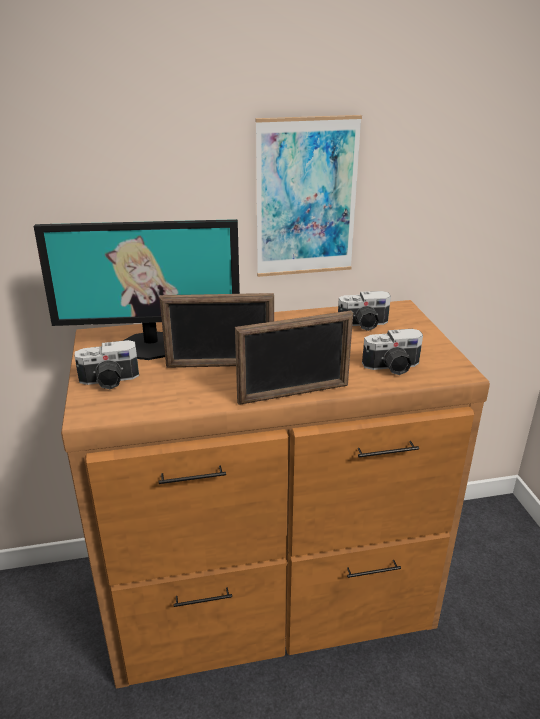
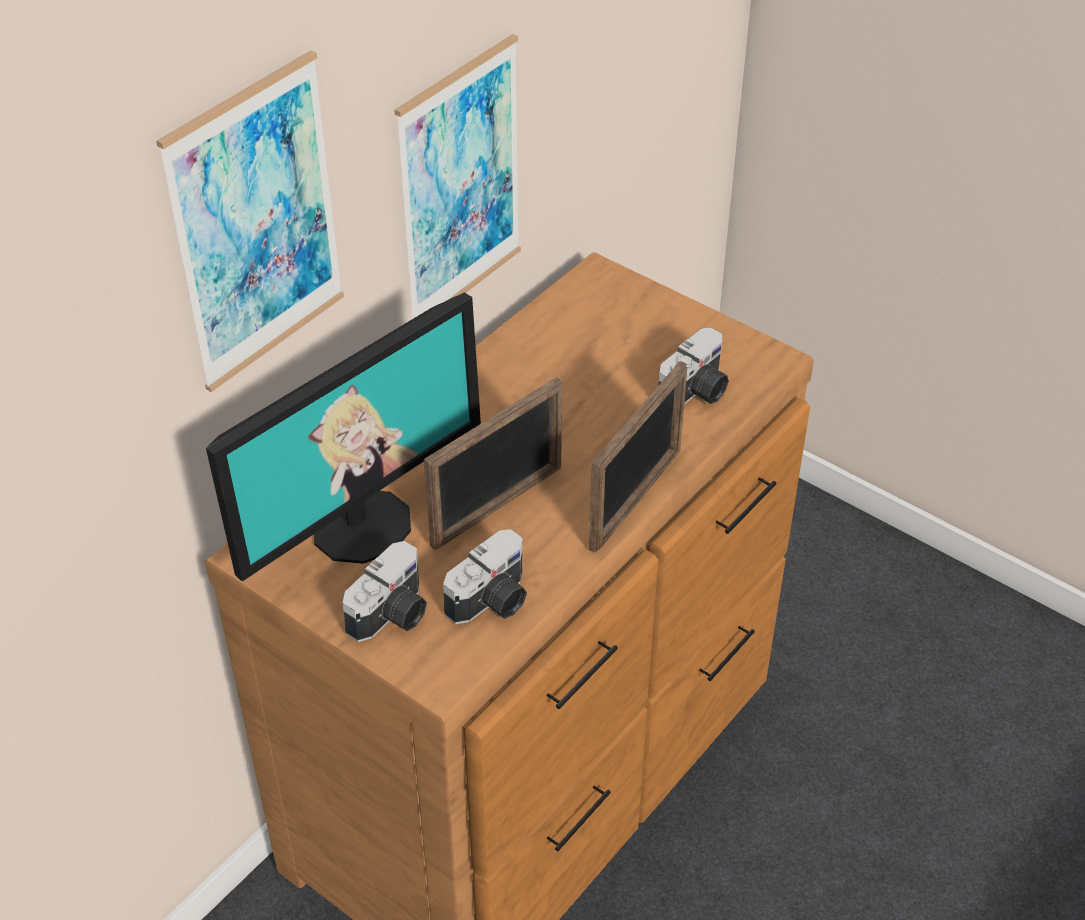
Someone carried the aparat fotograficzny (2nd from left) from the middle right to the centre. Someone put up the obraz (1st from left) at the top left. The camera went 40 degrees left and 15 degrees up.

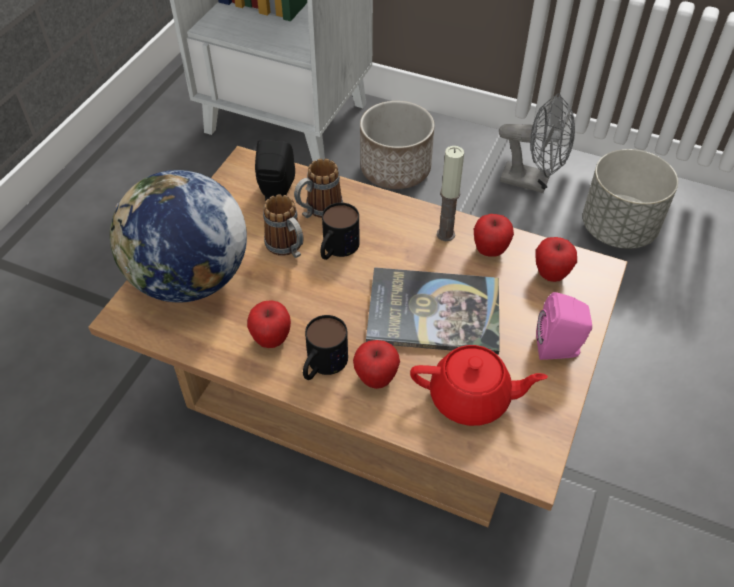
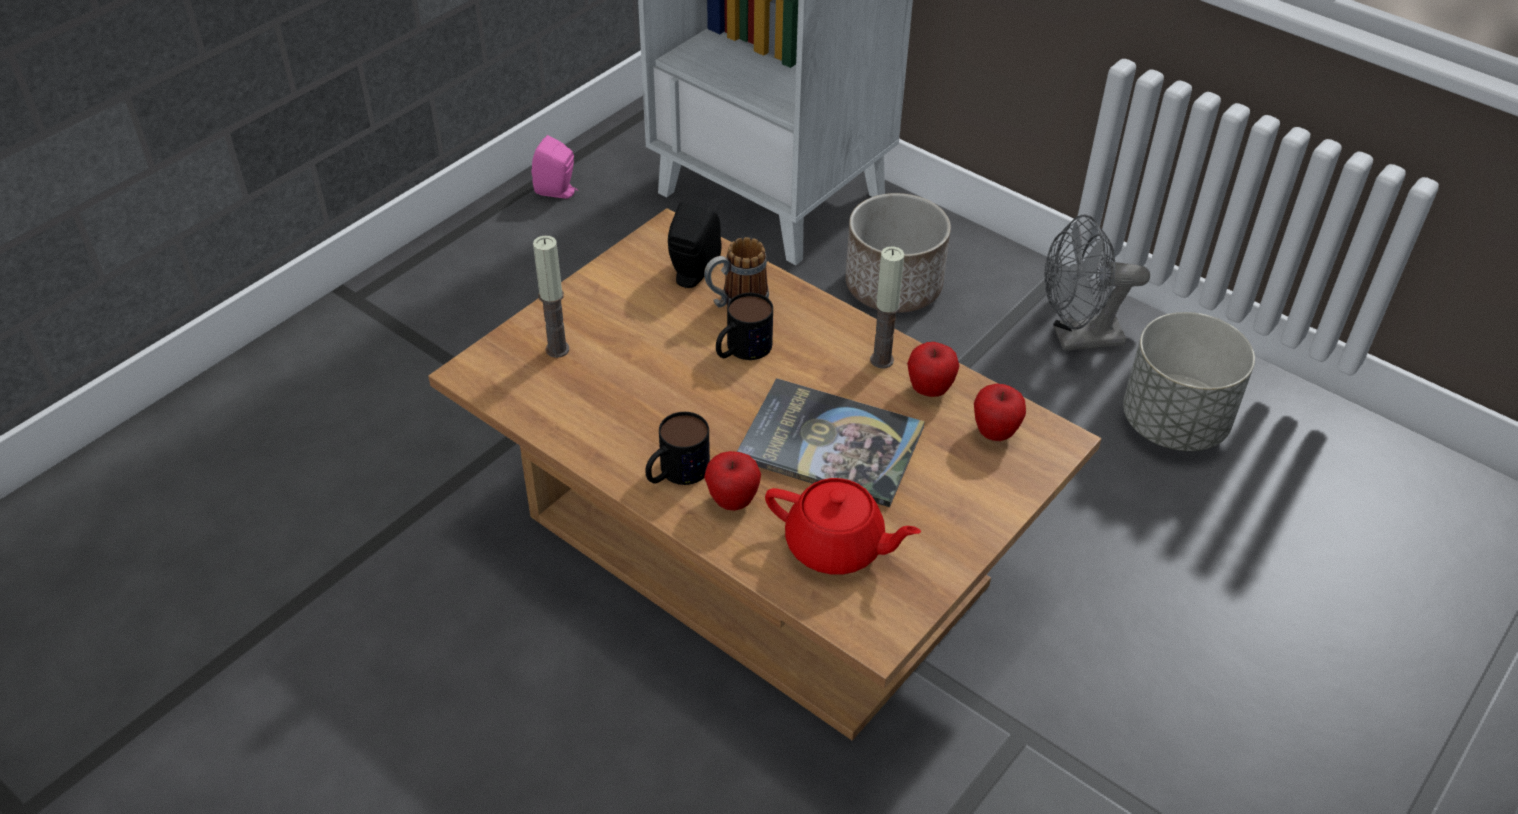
Someone rotated the wentylator (szary) at the top right by 135 degrees clockwise. Someone swapped the globus at the middle left for the świeca (1st from left) at the centre. Someone took away the kubek (1st from left) at the centre. Someone carried the głośnik (różowy) from the middle right to the top centre. Someone took away the jabłko (1st from left) at the centre. The camera went 15 degrees right and 5 degrees down.

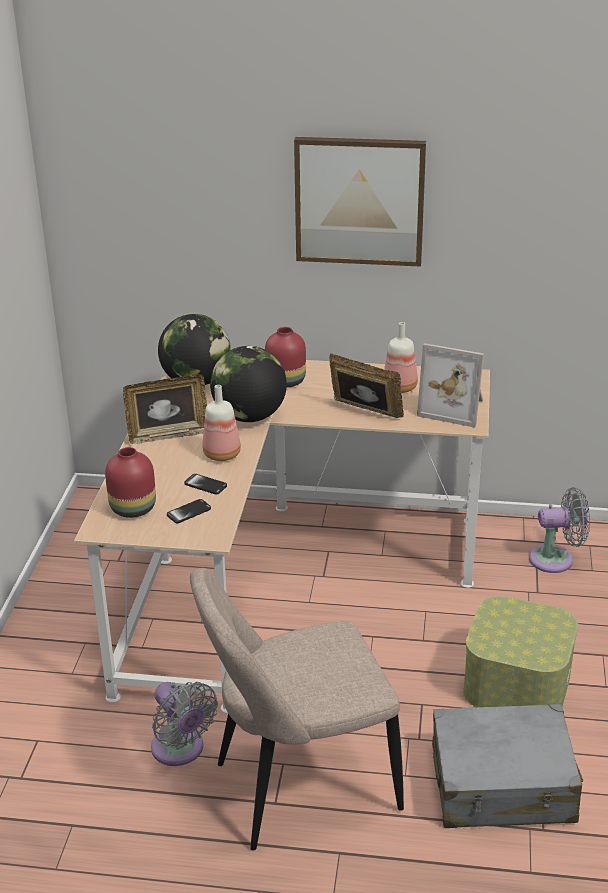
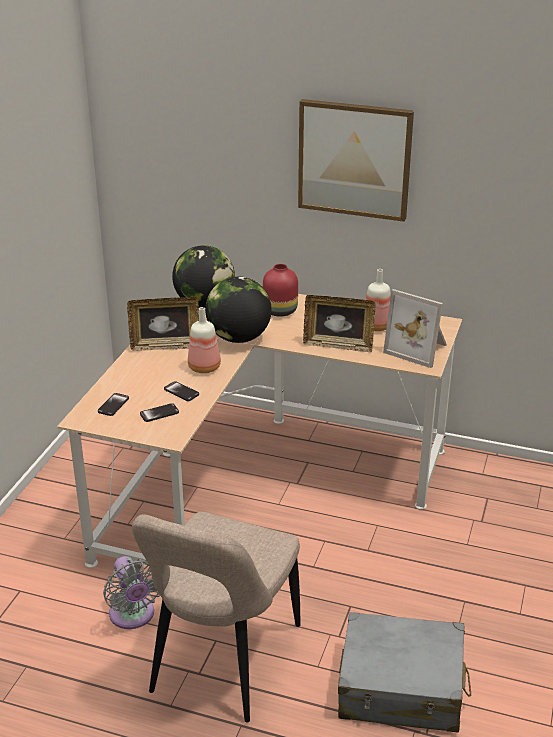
Someone rotated the ramka na zdjęcie (2nd from left) at the centre by 150 degrees clockwise. Someone swapped the wazon (czerwony) (1st from left) at the middle left for the telefon (1st from left) at the middle left. Someone took away the wentylator (szary) (2nd from left) at the middle right. Someone rotated the krzesło (beżowy) at the bottom centre by 60 degrees counterclockwise. Someone took away the pojemnik do przechowywania at the bottom right. The camera went 10 degrees right and 0 degrees up.

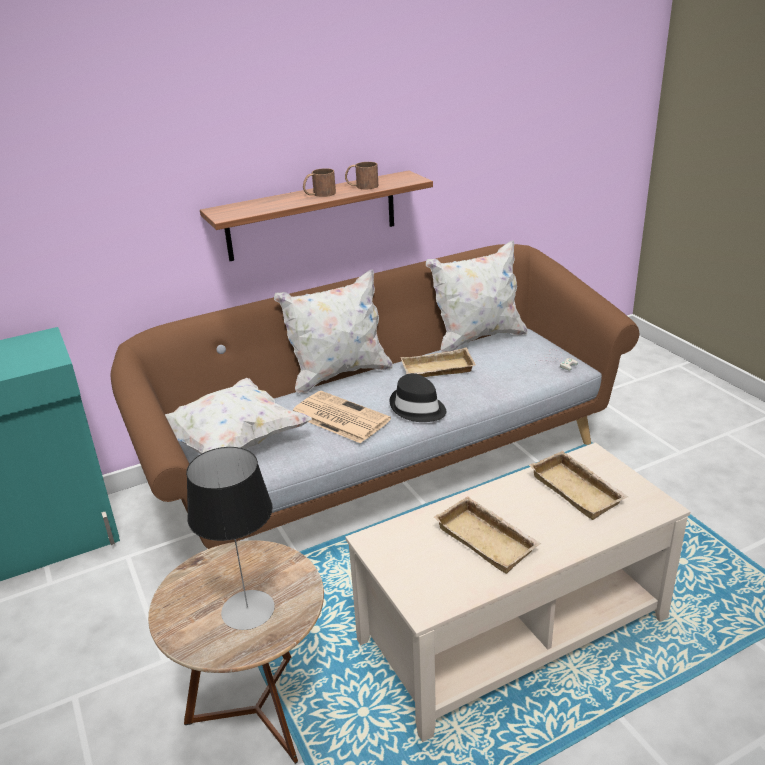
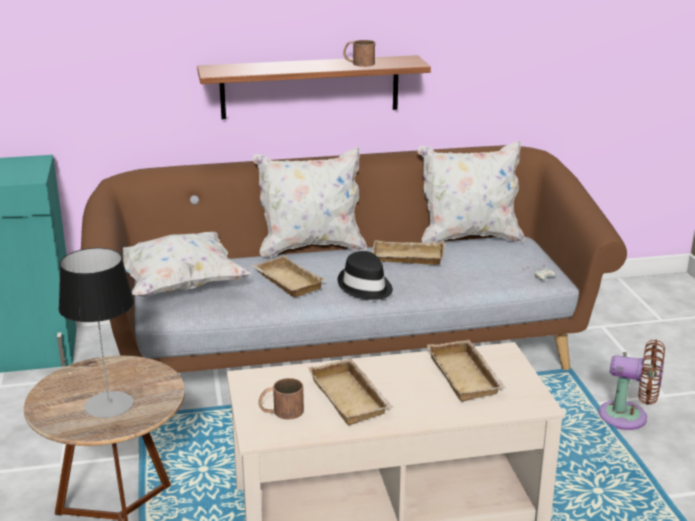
Someone carried the kubek (brązowy) (1st from left) from the top centre to the bottom centre. Someone swapped the gazeta at the centre for the taca (beżowy) (1st from left) at the centre. Someone put down the wentylator (brązowy) at the bottom right. The camera went 15 degrees right and 5 degrees down.

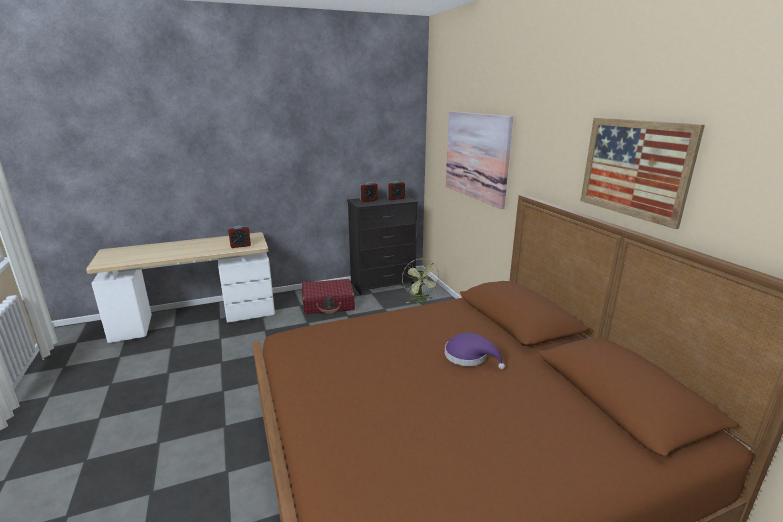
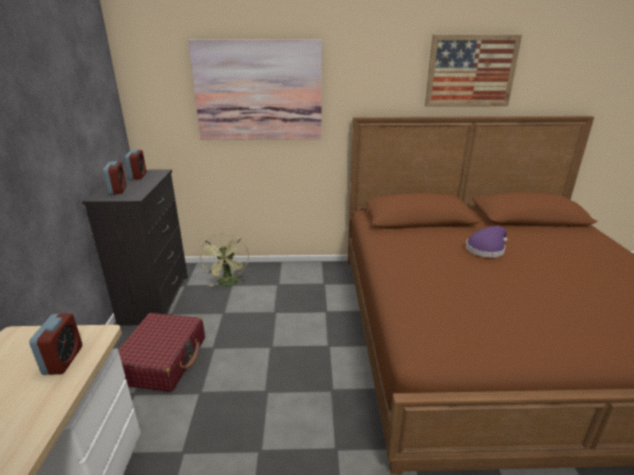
Someone rotated the wentylator (zielony) at the centre by 75 degrees clockwise. The camera went 70 degrees left and 5 degrees up.

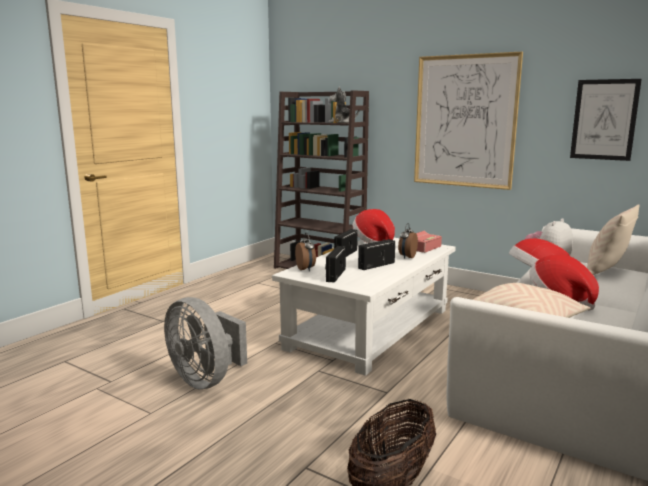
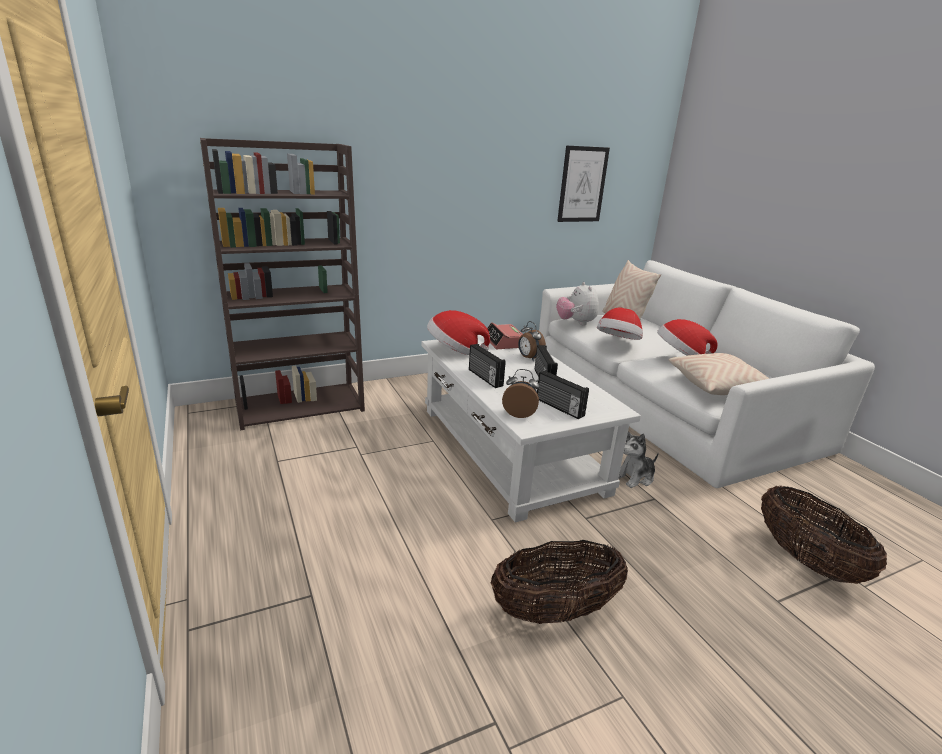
Someone took away the obraz (1st from left) at the top right. Someone carried the pluszak (1st from left in the first image) from the top centre to the middle right. Someone swapped the wentylator (szary) at the bottom left for the koszyk (1st from left) at the bottom centre. The camera went 60 degrees left and 10 degrees up.

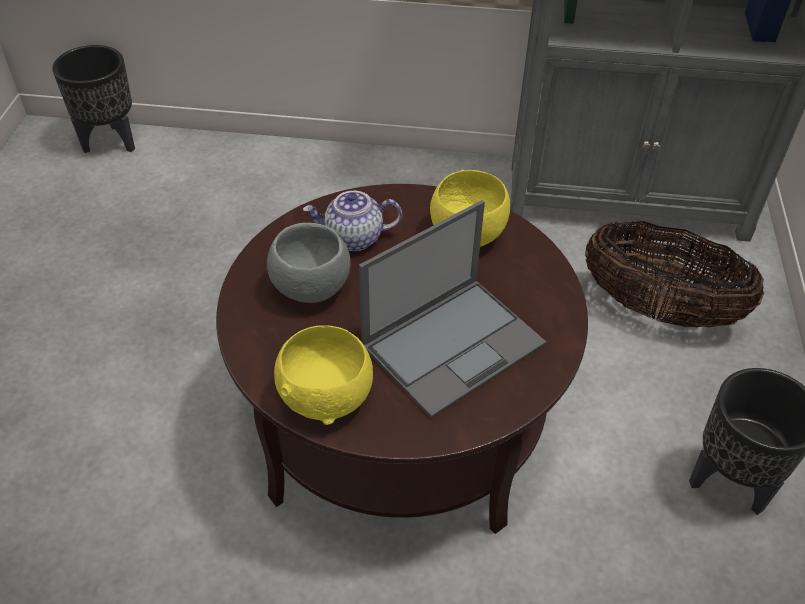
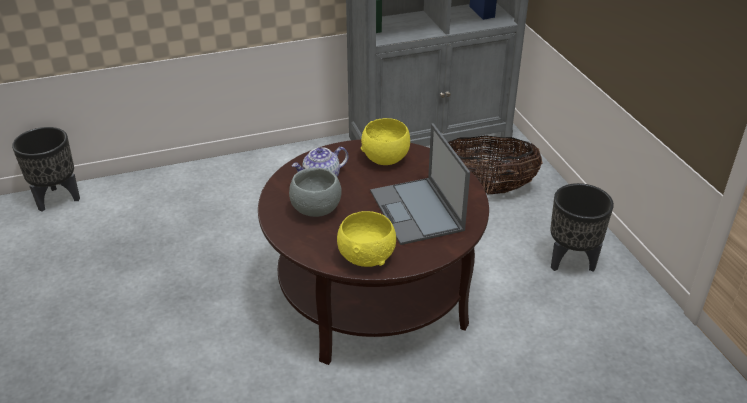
Someone rotated the laptop at the centre by 135 degrees clockwise. The camera went 25 degrees left and 10 degrees down.

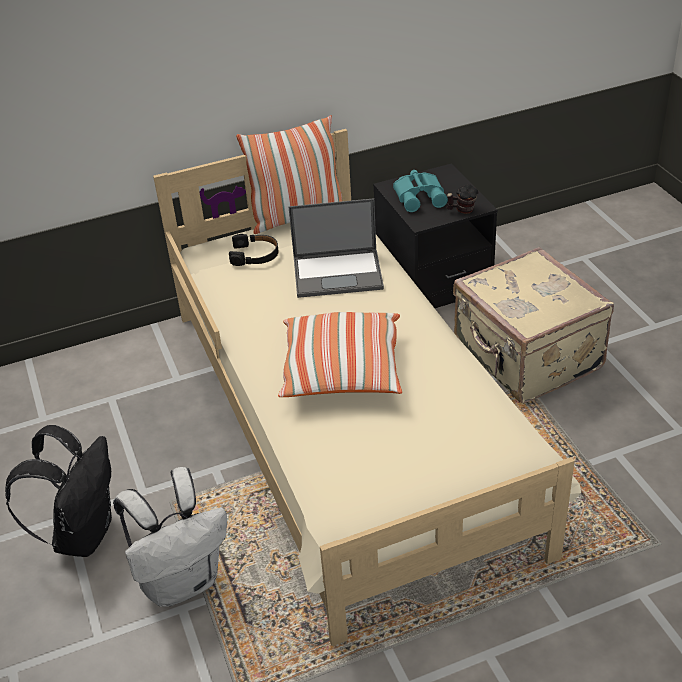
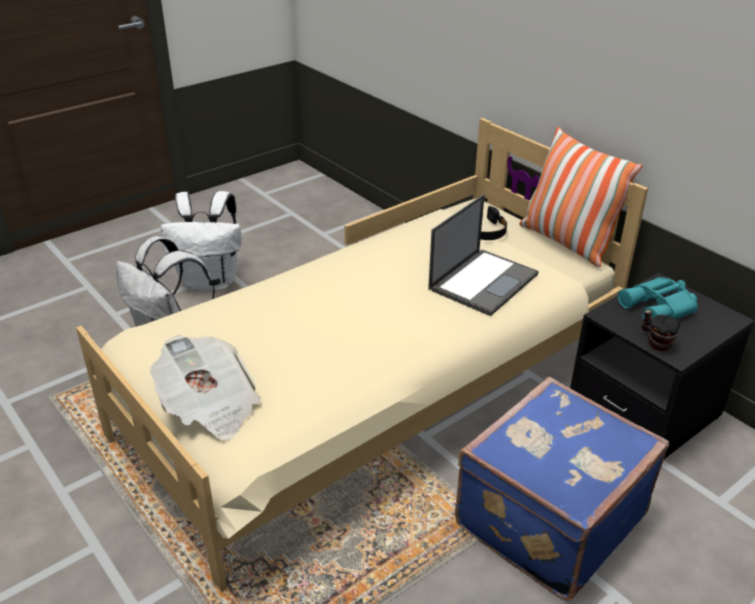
Someone rotated the laptop at the centre by 120 degrees counterclockwise. Someone repainted the walizka (beżowy) at the middle right, which became the walizka (niebieski) at the bottom right. Someone took away the poduszka (2nd from left) at the centre. Someone repainted the plecak (czarny) at the bottom left, which became the plecak (biały) (2nd from left) at the middle left. Someone put down the gazeta at the middle left. The camera went 70 degrees right and 5 degrees down.

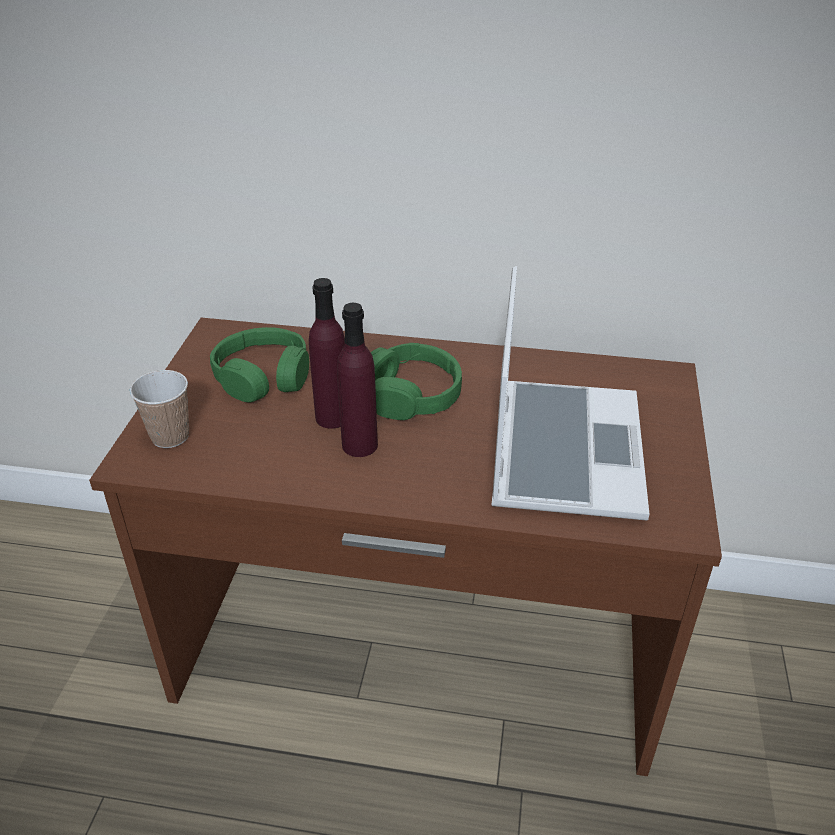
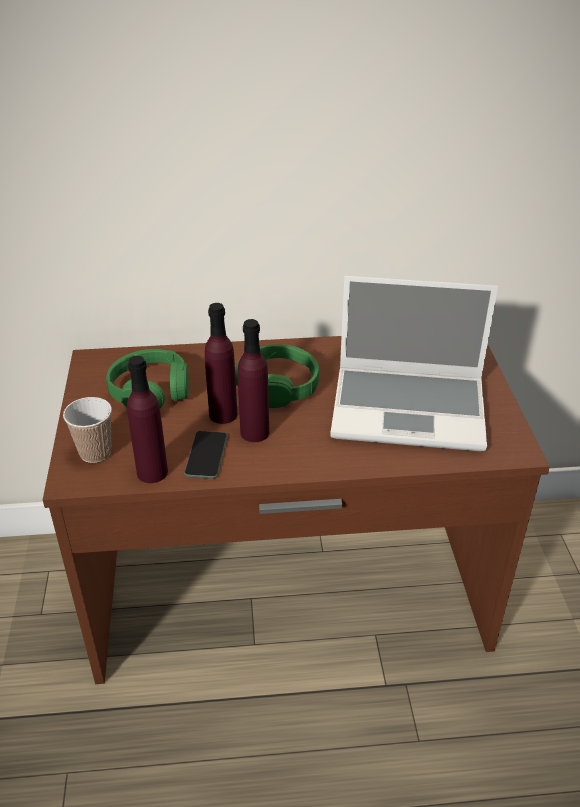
Someone rotated the laptop at the middle right by 105 degrees clockwise. Someone put down the butelka (fioletowy) (1st from left) at the middle left. Someone put down the telefon at the centre. The camera went 15 degrees left and 0 degrees up.

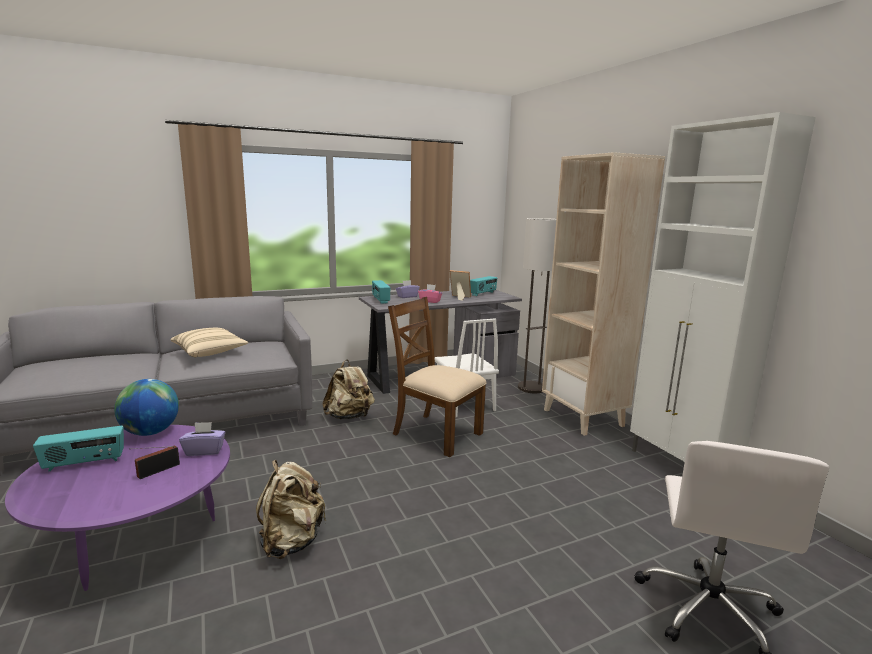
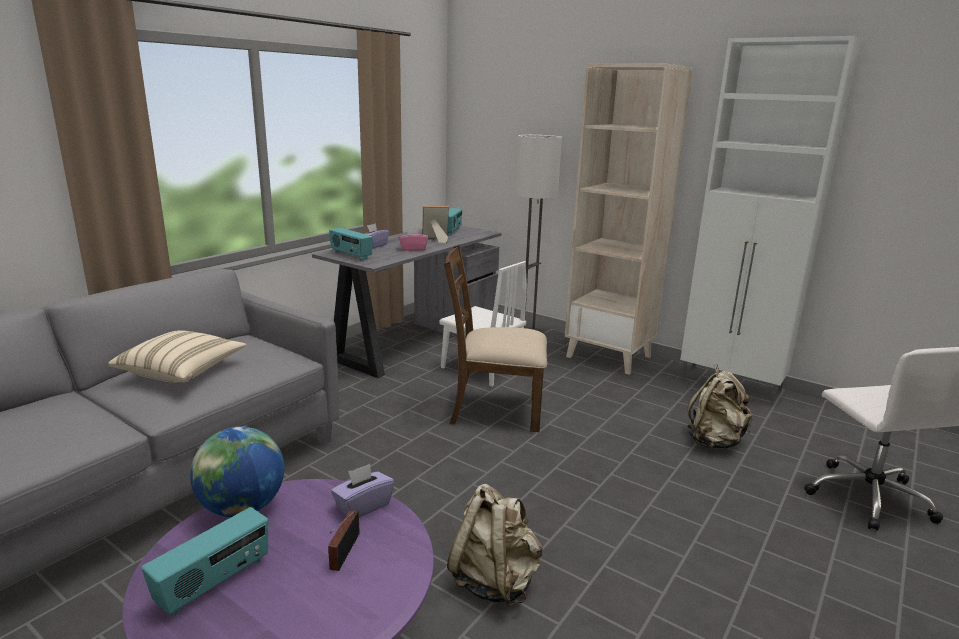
Someone carried the plecak (beżowy) (2nd from left) from the centre to the middle right. The camera went 30 degrees left and 5 degrees up.

